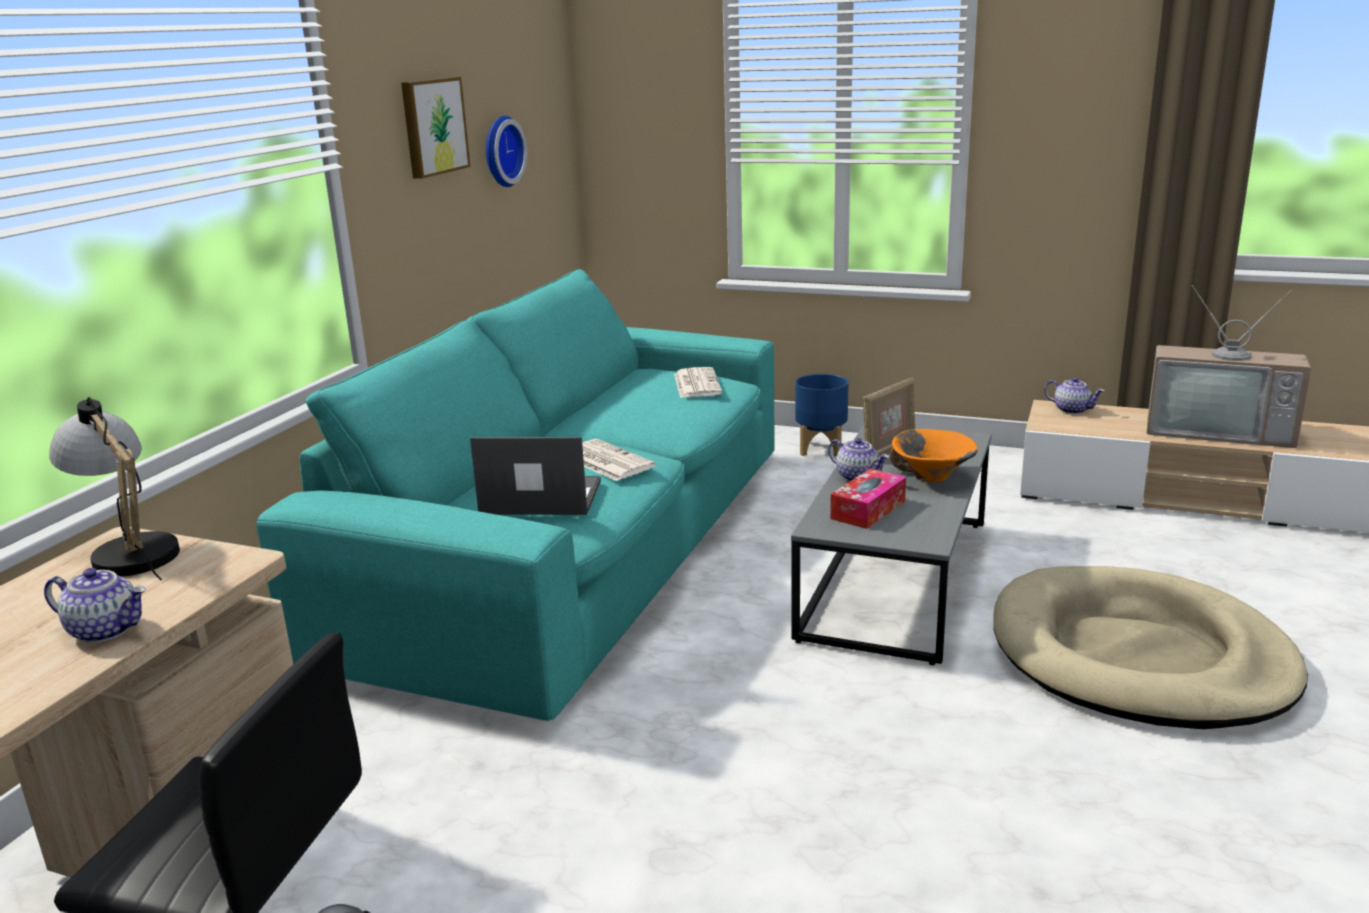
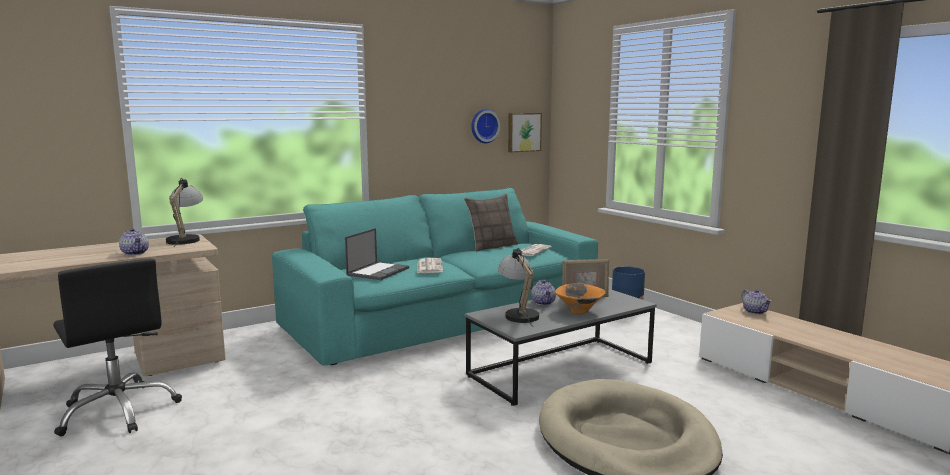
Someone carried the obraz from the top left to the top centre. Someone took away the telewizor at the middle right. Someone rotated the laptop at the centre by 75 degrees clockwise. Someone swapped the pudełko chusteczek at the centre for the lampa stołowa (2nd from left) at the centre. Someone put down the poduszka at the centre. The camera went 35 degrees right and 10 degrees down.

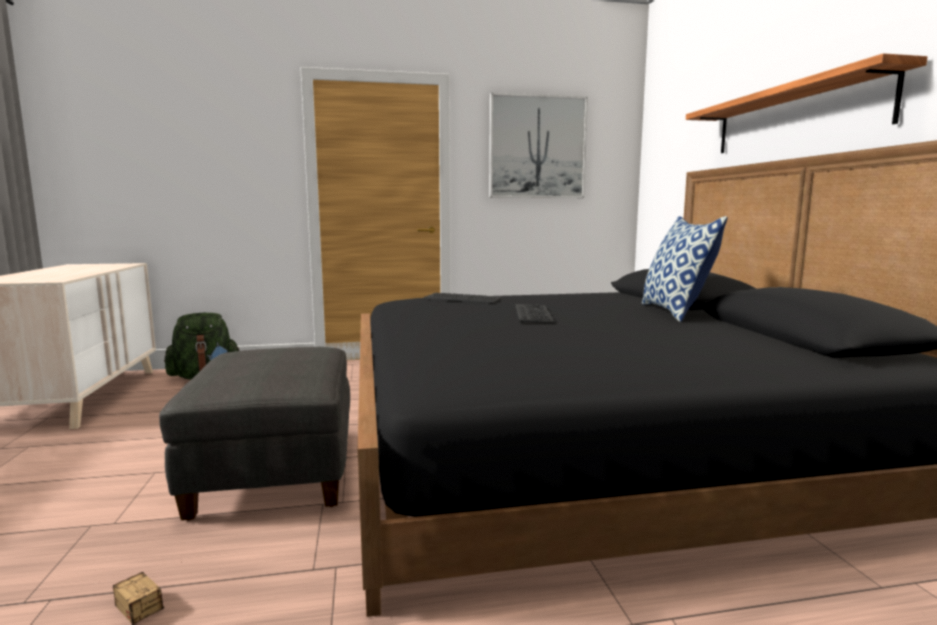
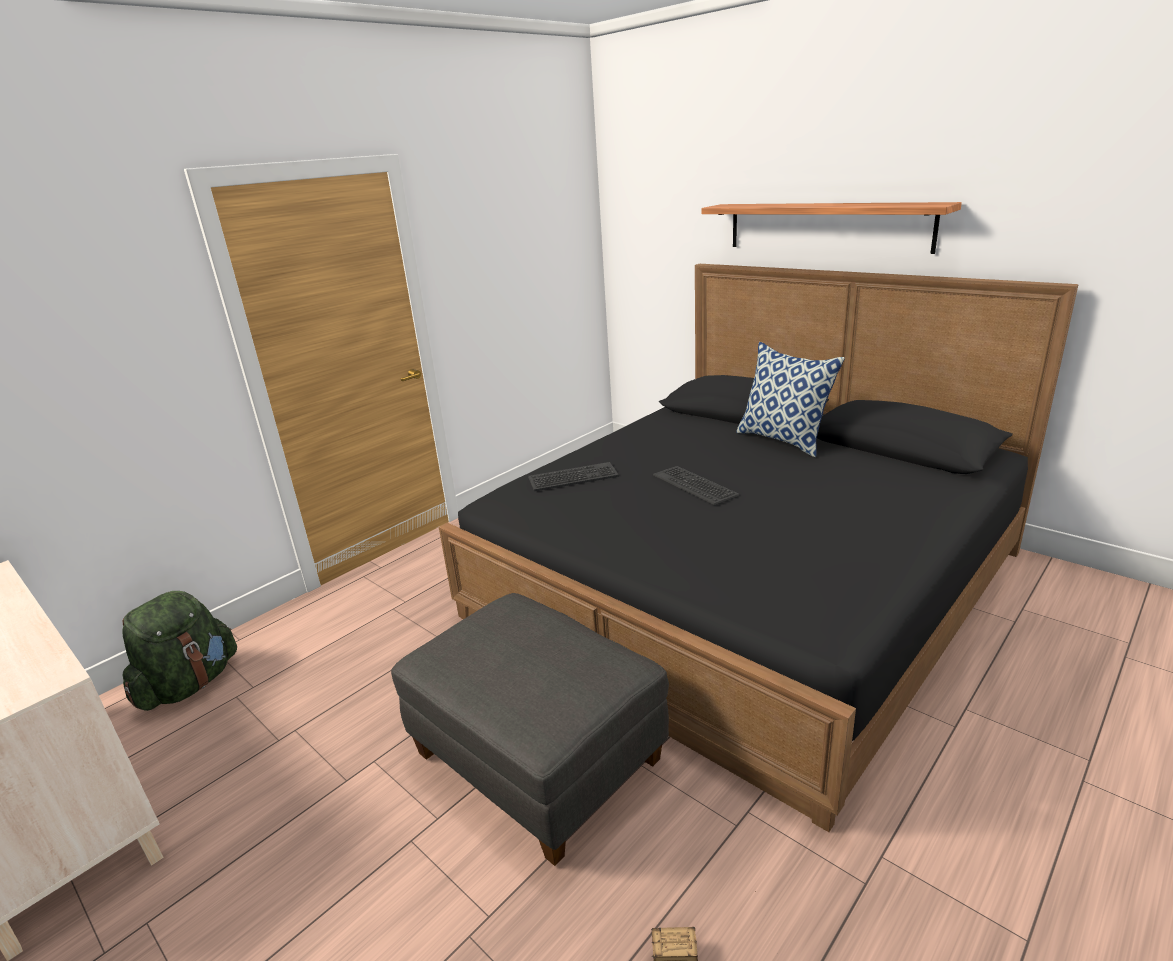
Someone took away the obraz at the top centre. The camera went 35 degrees left and 15 degrees up.

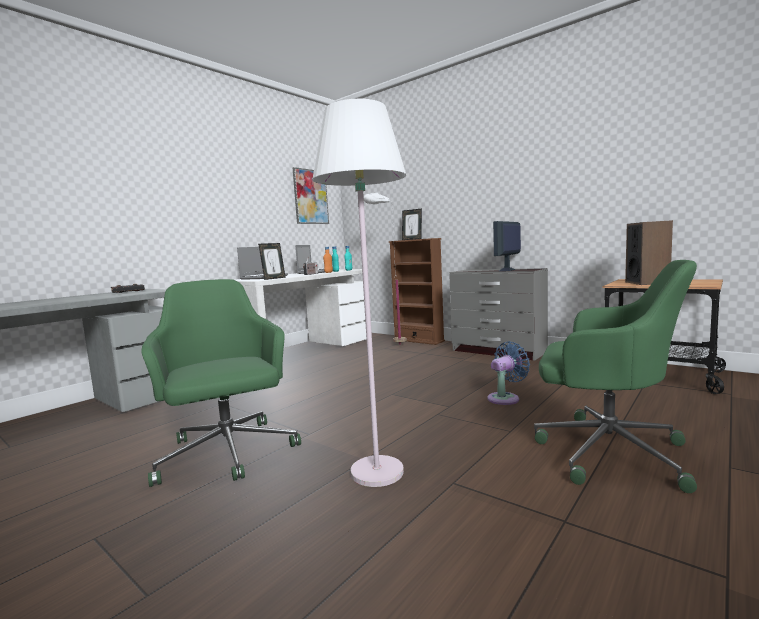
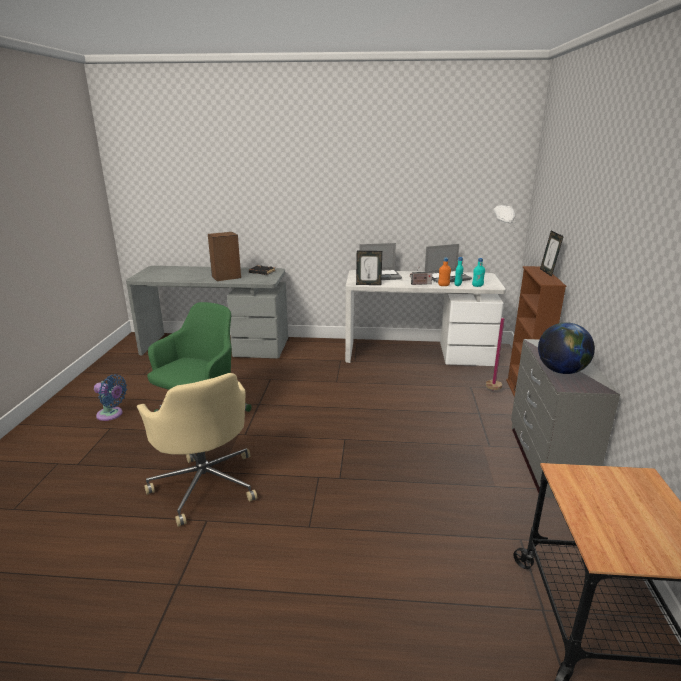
Someone swapped the lampa stojąca (biały) (1st from left) at the centre for the krzesło biurowe (beżowy) at the middle left. Someone took away the obraz at the top centre. Someone carried the głośnik from the middle right to the middle left. Someone swapped the monitor at the middle right for the globus at the middle right. Someone took away the krzesło biurowe (zielony) (2nd from left) at the middle right. Someone carried the wentylator (niebieski) from the middle right to the middle left. The camera went 55 degrees right and 15 degrees up.

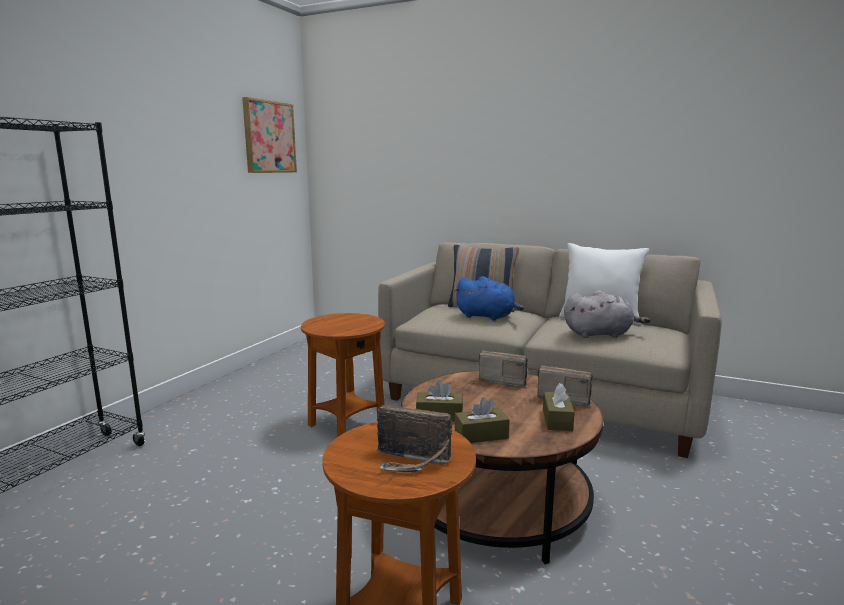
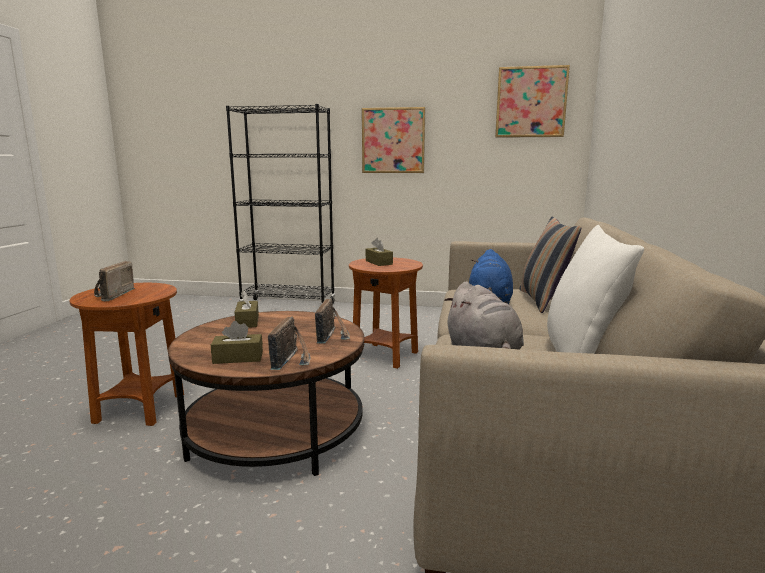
Someone carried the pudełko chusteczek (brązowy) (2nd from left in the first image) from the bottom centre to the centre. Someone put up the obraz (1st from left) at the top centre. The camera went 75 degrees right and 0 degrees up.

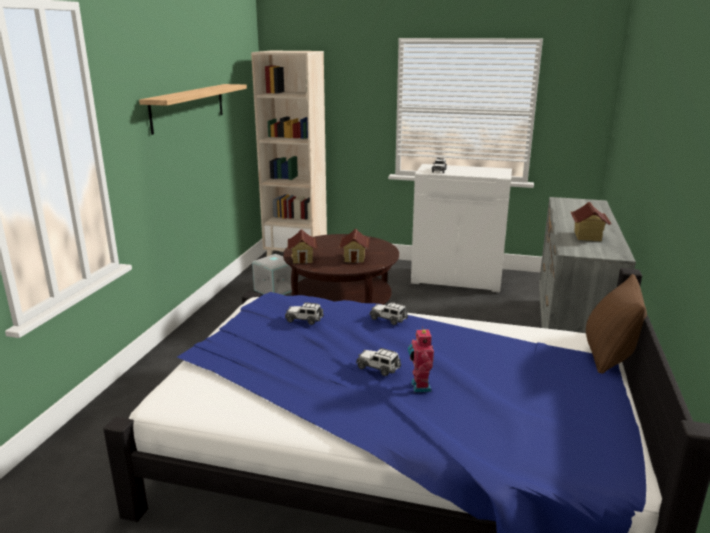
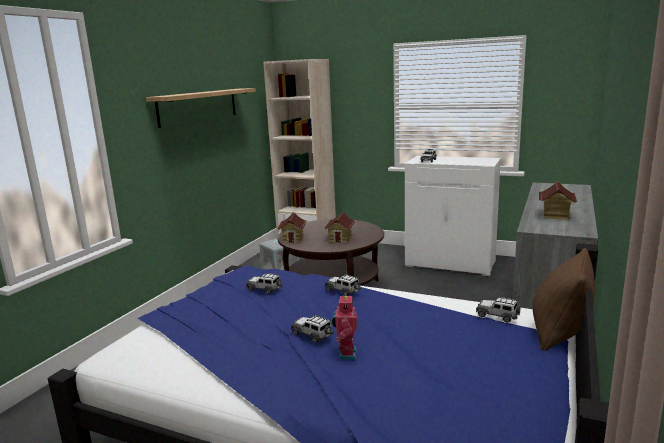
Someone put down the samochodzik (5th from left) at the bottom right. The camera went 10 degrees right and 5 degrees down.

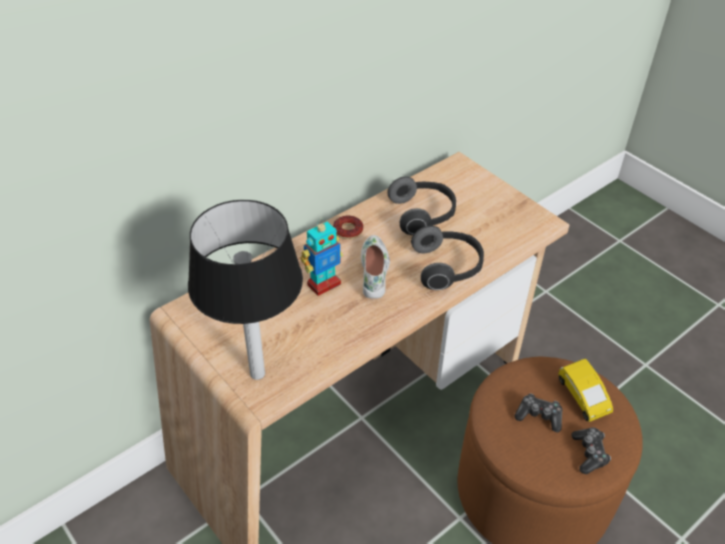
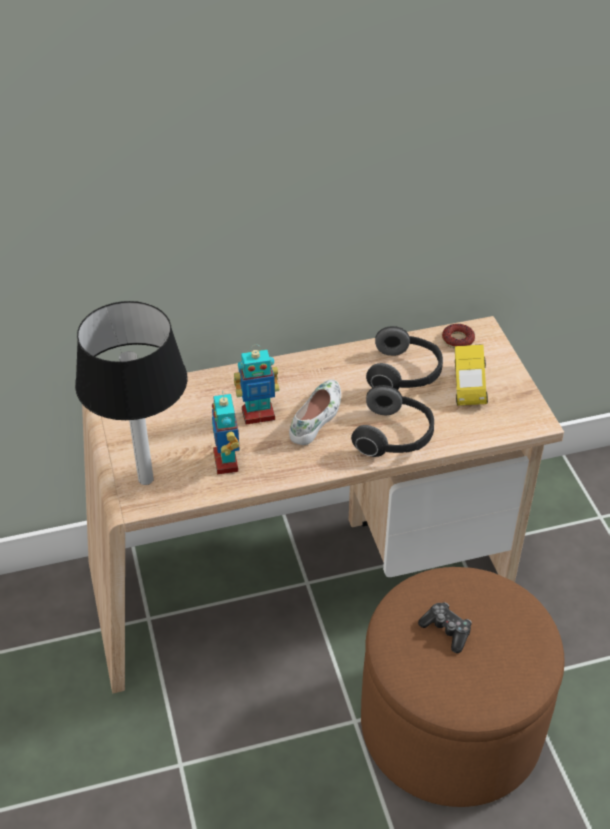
Someone carried the donut from the centre to the middle right. Someone carried the samochodzik (żółty) from the bottom right to the middle right. Someone took away the pad do gier (2nd from left) at the bottom right. Someone put down the robot zabawkowy (1st from left) at the centre. The camera went 25 degrees right and 0 degrees up.

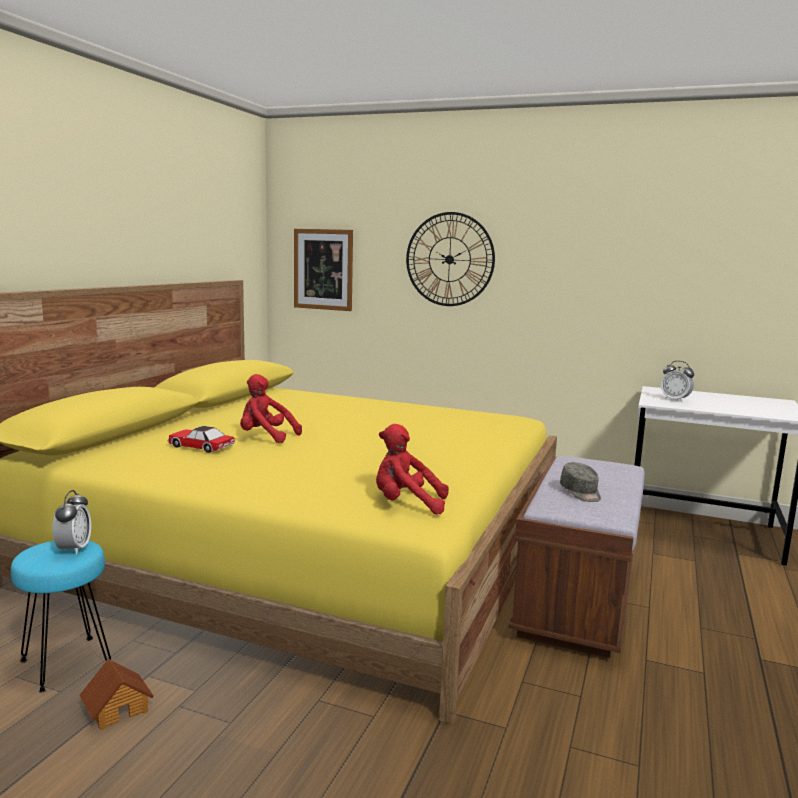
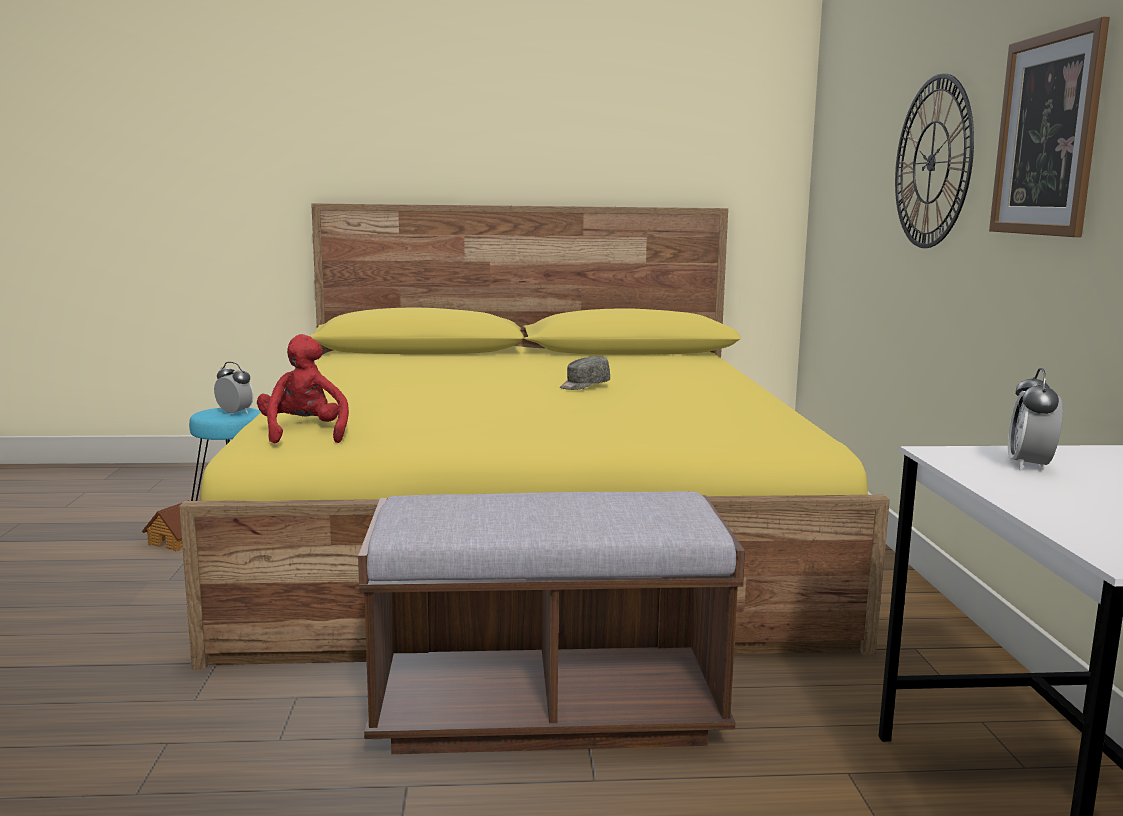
Someone carried the obraz from the centre to the top right. Someone took away the pluszak (czerwony) (1st from left) at the centre. Someone took away the samochodzik at the middle left. Someone carried the czapka z daszkiem (szary) from the middle right to the centre. Someone rotated the budzik (1st from left) at the middle left by 120 degrees counterclockwise. The camera went 65 degrees right and 0 degrees up.

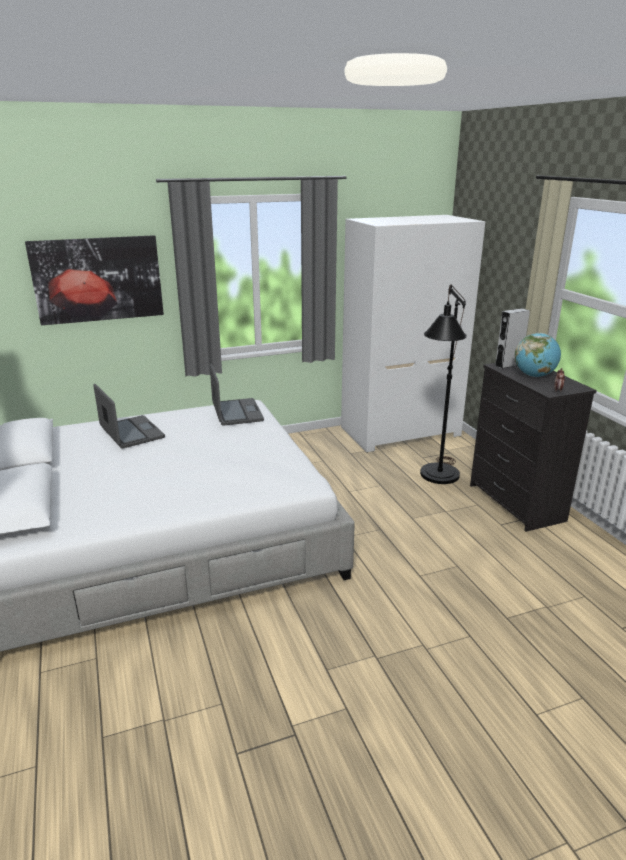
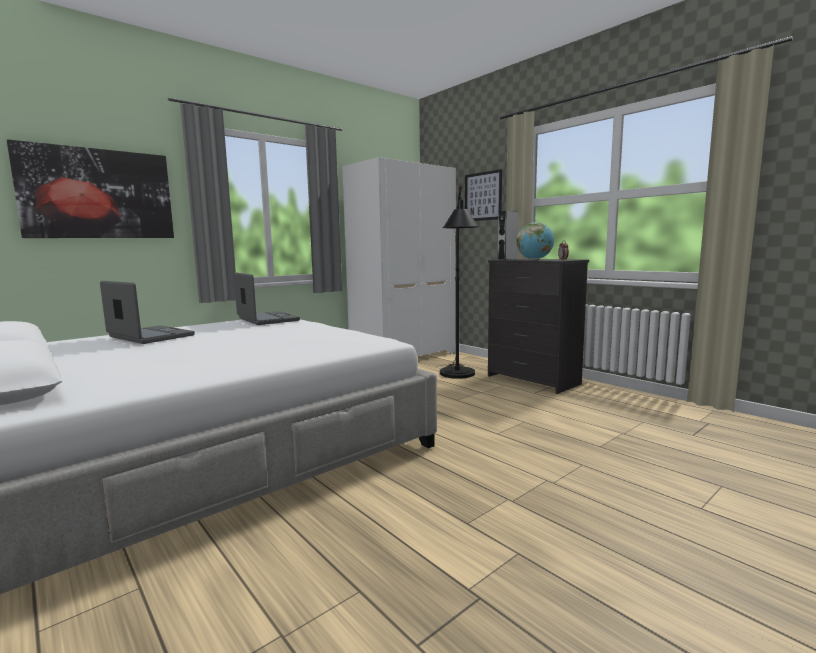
Someone put up the obraz (2nd from left) at the top centre. The camera went 20 degrees left and 15 degrees down.

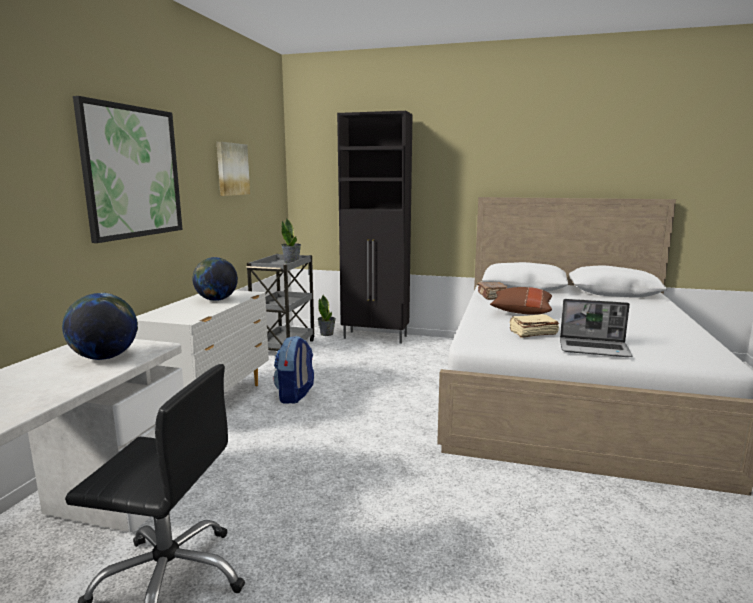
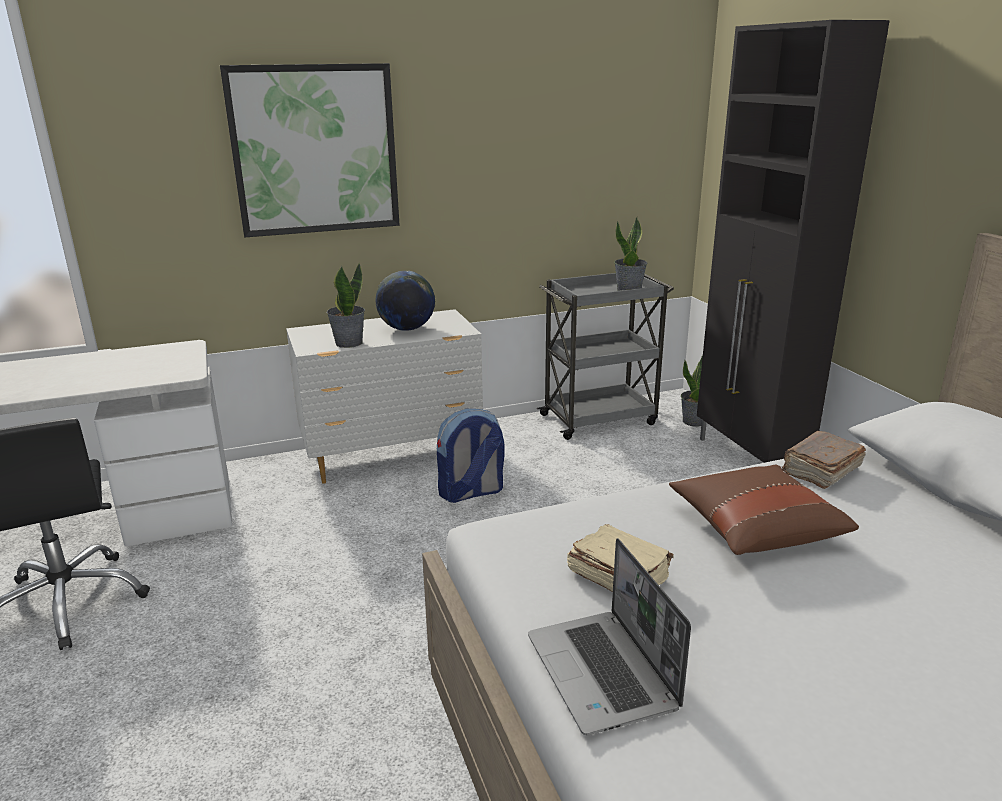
Someone took away the obraz (2nd from left) at the top left. Someone took away the globus (1st from left) at the middle left. Someone put down the roślina doniczkowa (1st from left) at the centre. The camera went 55 degrees right and 10 degrees up.

